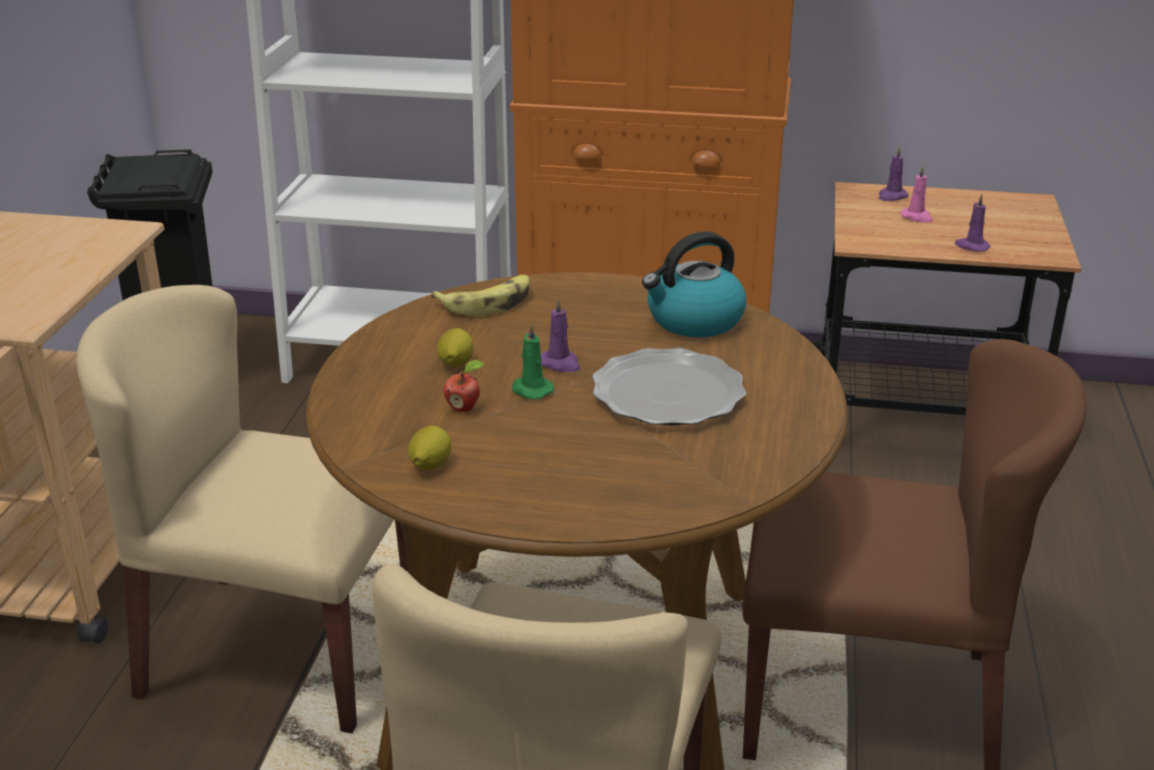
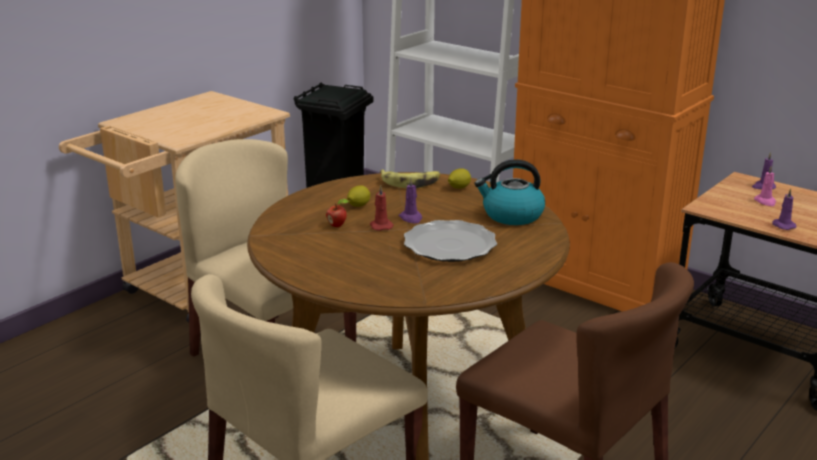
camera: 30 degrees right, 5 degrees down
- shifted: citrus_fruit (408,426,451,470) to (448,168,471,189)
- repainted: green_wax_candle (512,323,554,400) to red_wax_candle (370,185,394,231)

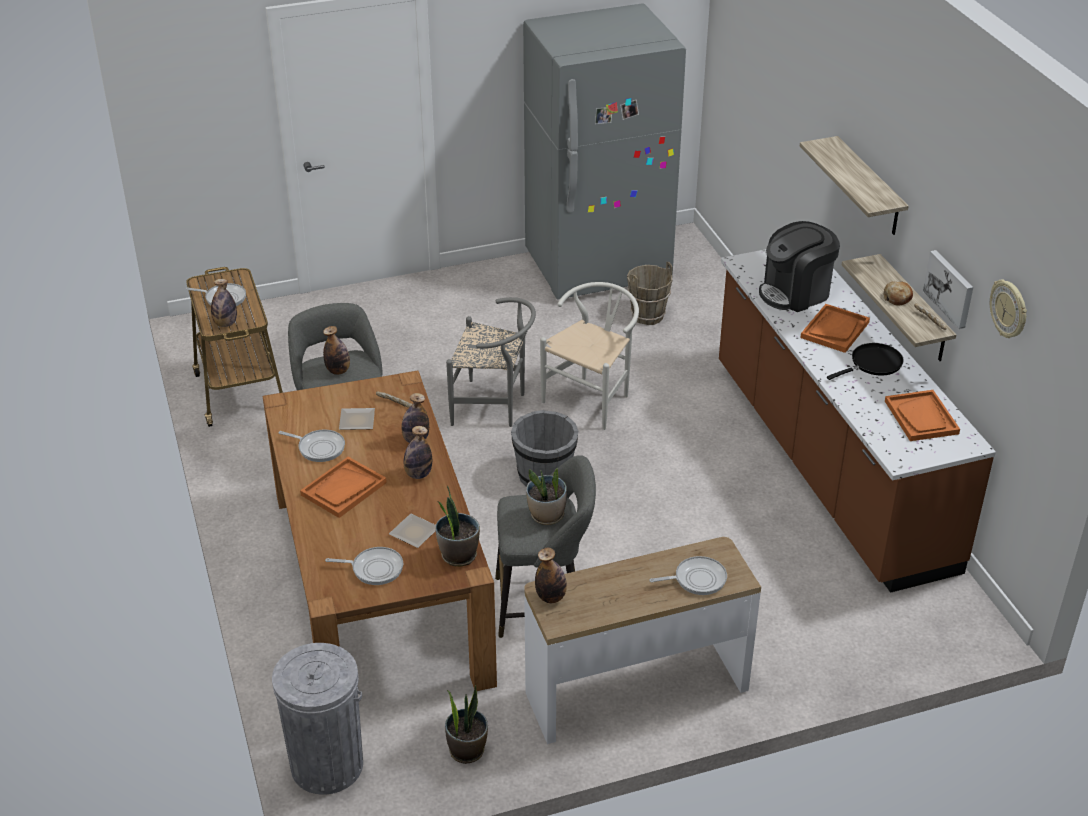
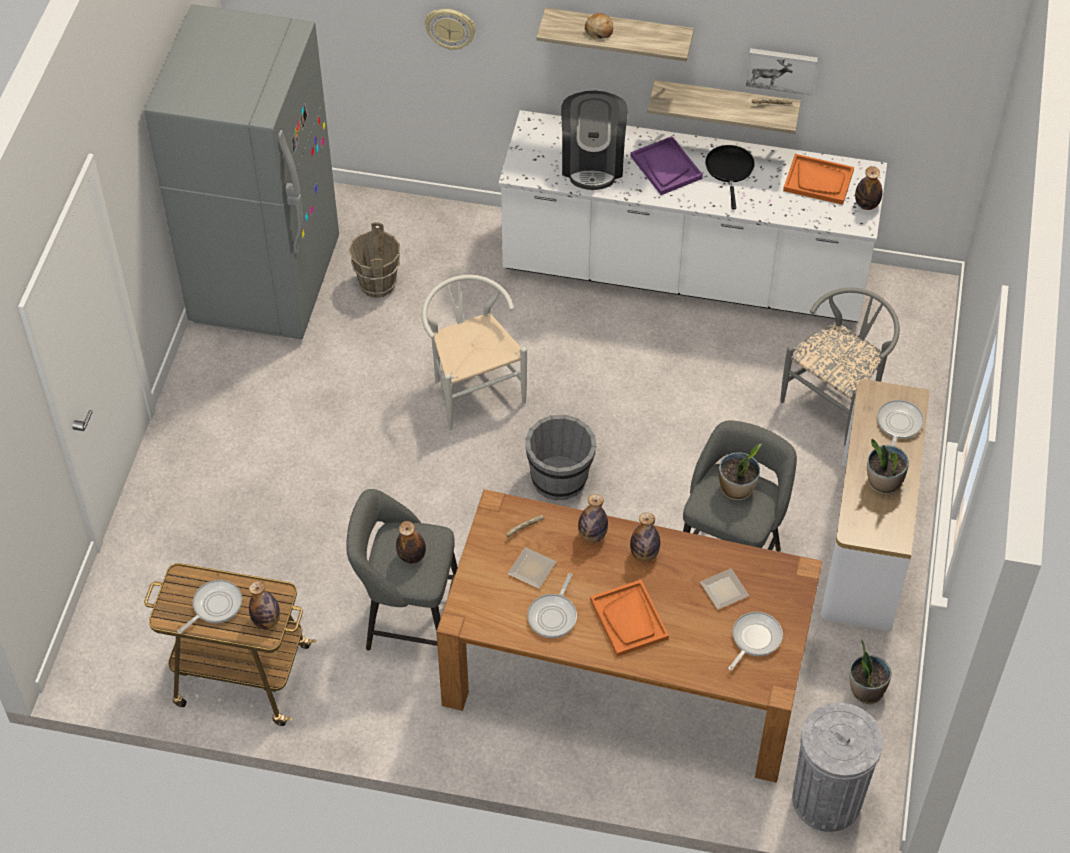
camera: 60 degrees left, 15 degrees up
- shifted: houseplant (435,486,480,566) to (867,439,909,494)
- shifted: grey_upright_chair (446,297,536,427) to (780,288,900,446)
- shifted: bottle (535,548,567,603) to (855,166,882,210)
- shifted: bread (883,281,913,306) to (585,13,613,39)
- shifted: clock_on_the_wall (990,280,1027,338) to (425,9,475,50)
- repainted: brownish_kitchen_base_unit (719,249,996,593) to white-coloured_kitchen_base_unit (499,110,887,322)
- repainted: orangey_serving_tray (800,304,870,353) to purplish_serving_tray (631,136,703,195)
- rotated: skillet (278,429,345,462) = (527,573,577,638) 150 degrees clockwise

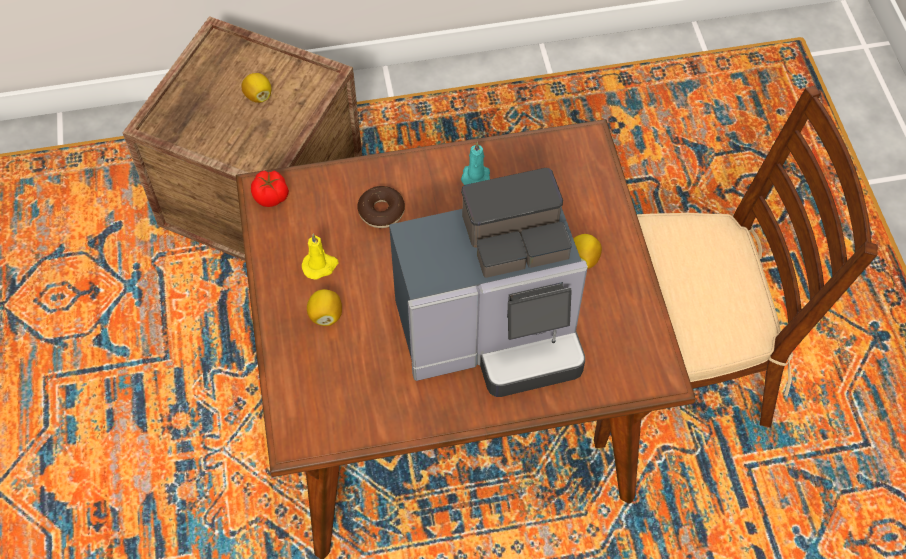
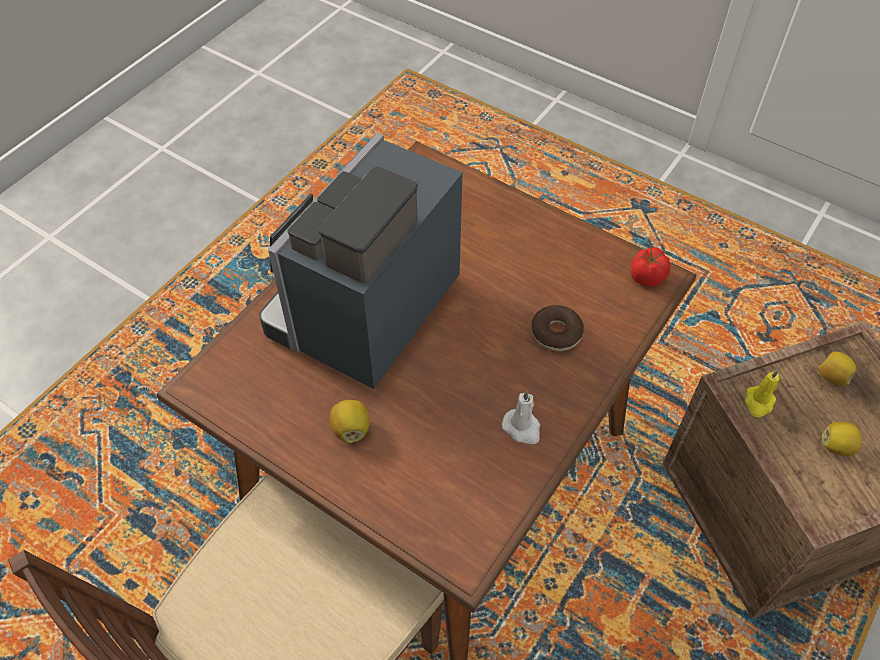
camera: 135 degrees right, 5 degrees down
- shifted: yellow_wax_candle (302,234,338,280) to (745,369,779,417)
- shifted: citrus_fruit (307,289,342,326) to (819,351,857,386)
- repainted: turquoise-coloured_wax_candle (461,142,490,185) to white-coloured_wax_candle (502,390,540,444)

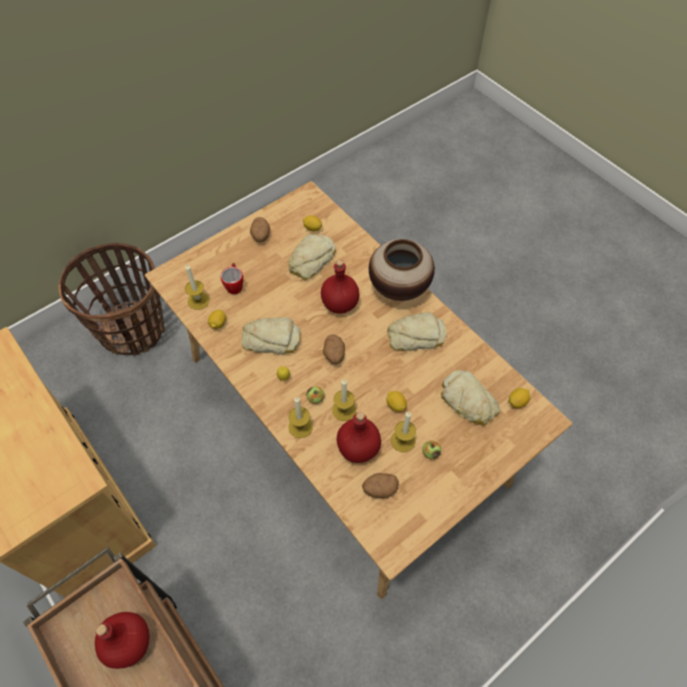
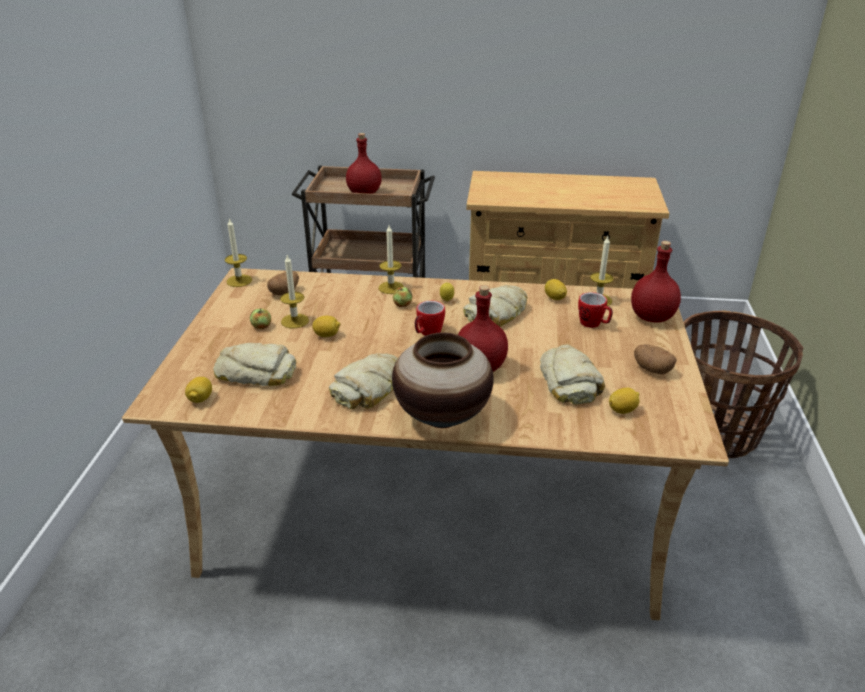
camera: 135 degrees right, 25 degrees down
- shifted: wax_candle (332,379,356,421) to (225,218,252,287)
- shifted: red_bottle (337,412,381,463) to (631,241,681,323)
- swapped: whole_potato (323,334,345,365) to mug (415,301,445,336)

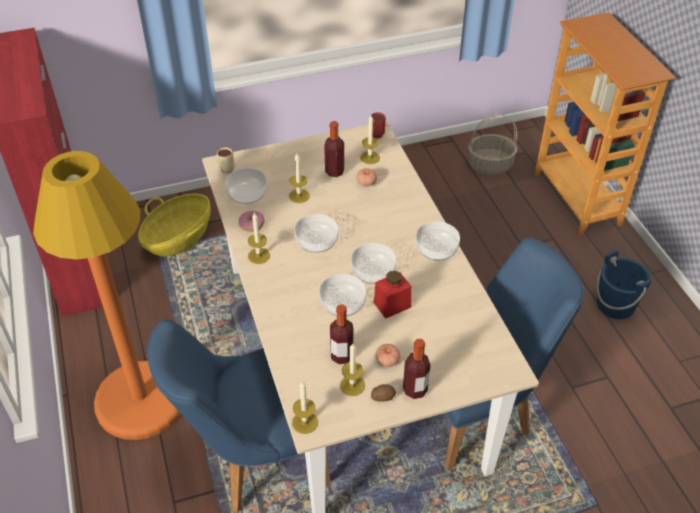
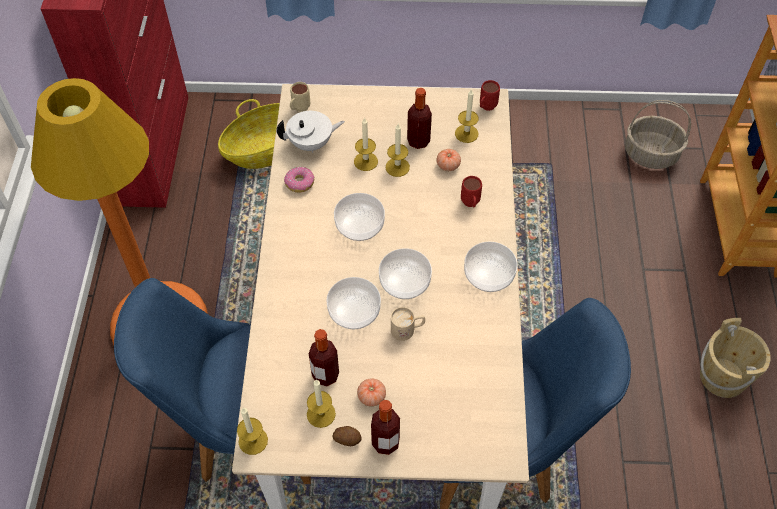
camera: 20 degrees right, 10 degrees up
- new: red_mug (461,176,482,207)
- shifted: wax_candle (248,213,270,264) to (385,124,410,177)
- swapped: deep_dish (225,168,267,204) to white-coloured_teapot (277,111,345,153)
- swapped: red_jar (374,271,412,319) to beige_mug (391,307,425,341)
- repainted: blue-coloured_pail (596,250,652,319) to beige_pail (700,318,771,398)

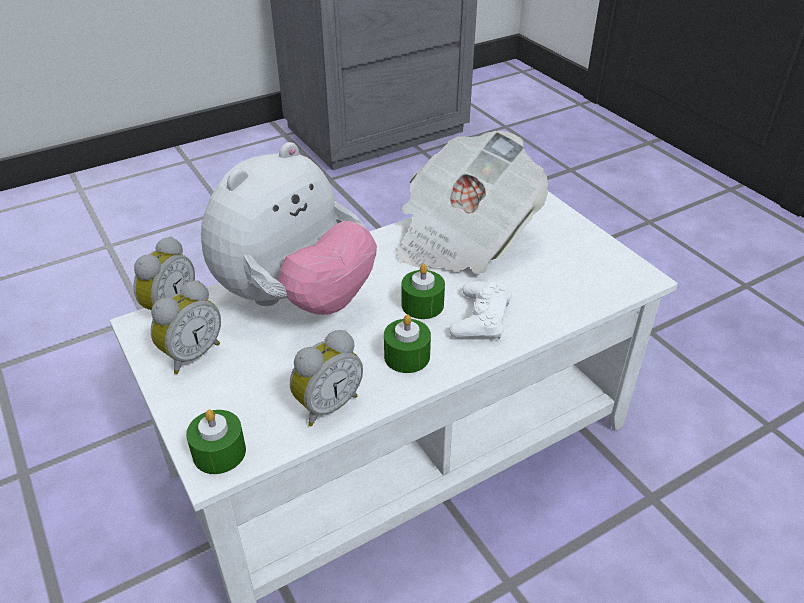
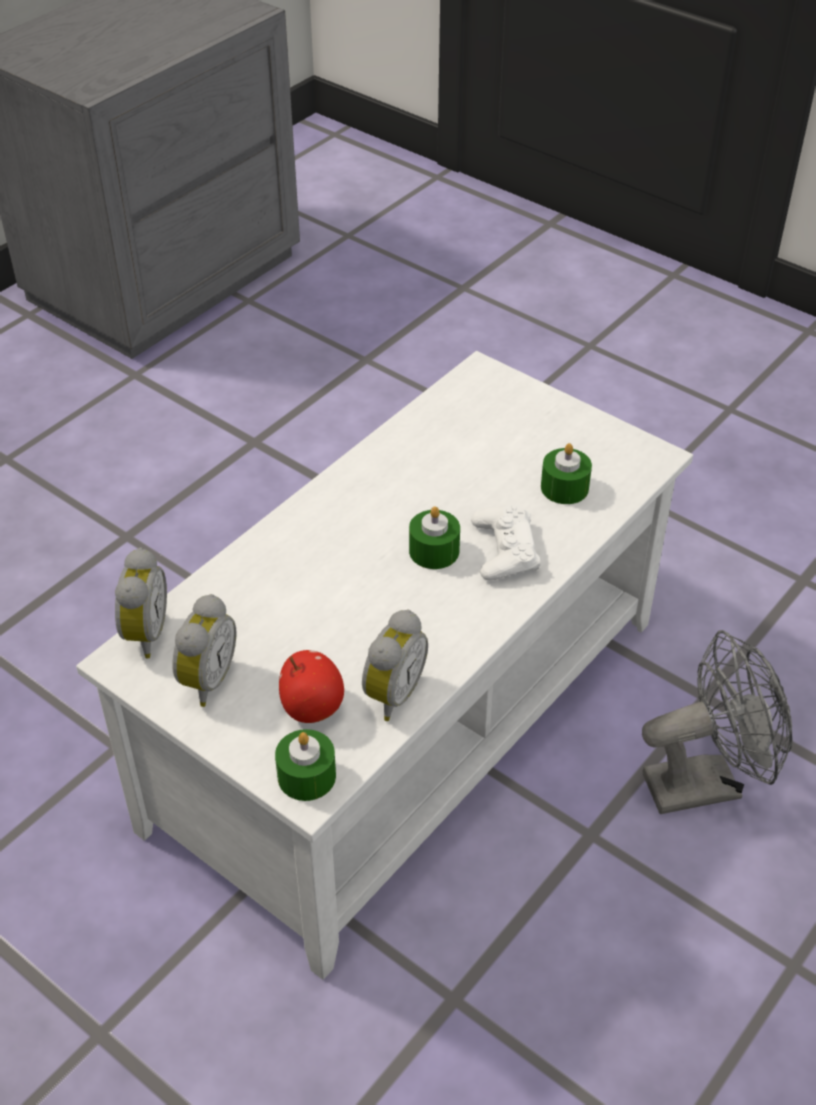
camera: 20 degrees left, 5 degrees up
- gone: cuddly_toy (201,142,377,315)
- gone: newspaper (397,131,548,274)
- new: whole_apple (279,650,344,723)
- new: grey_cooling_fan (642,630,793,814)
- shifted: green_wax_candle (384,314,431,373) to (541,443,592,504)

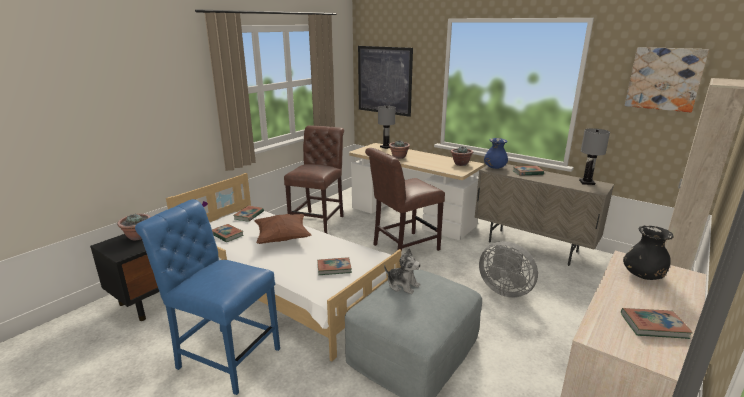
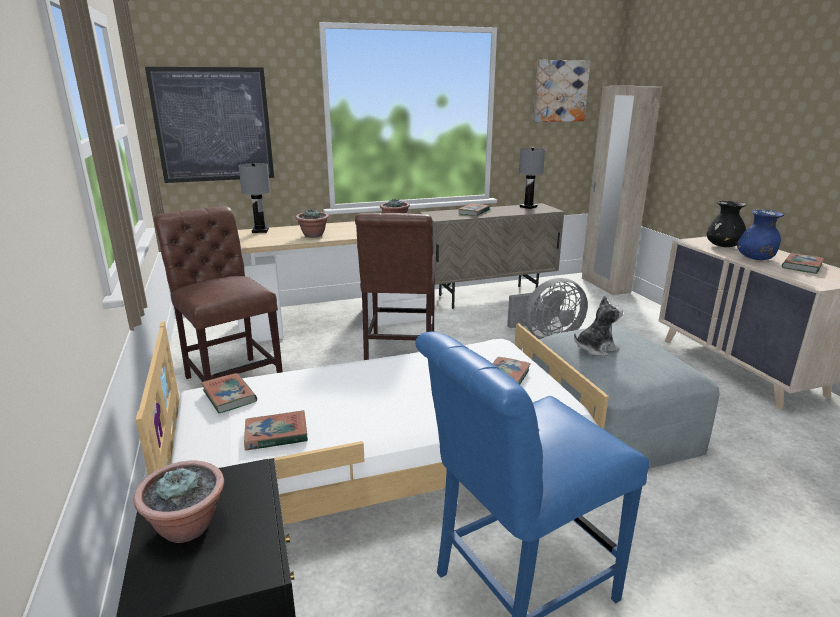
camera: 55 degrees left, 0 degrees up
- gone: brownish_throw_pillow (254,214,311,244)
- shifted: blue-coloured_flower_vase (484,138,508,169) to (737,210,784,260)

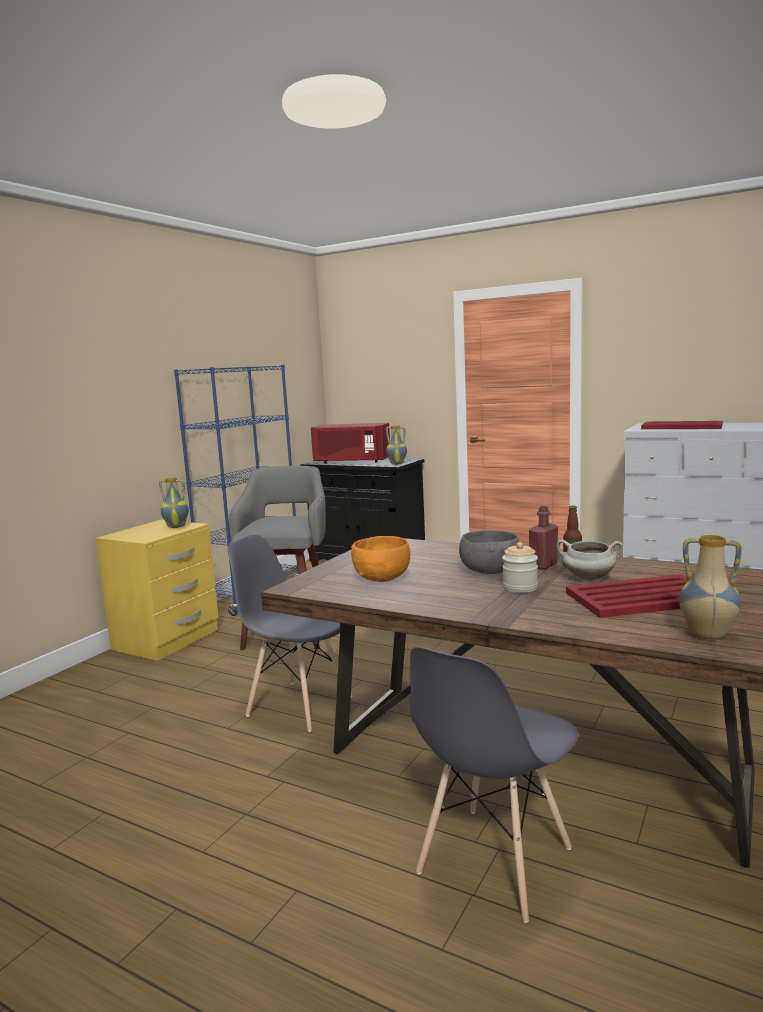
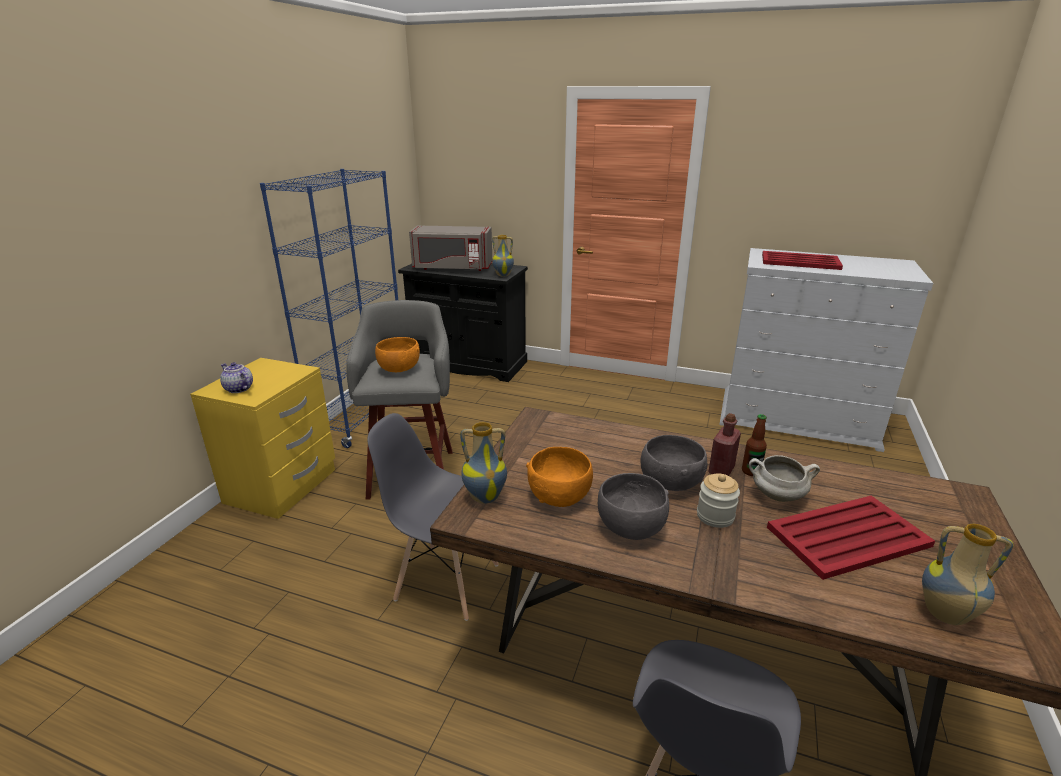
camera: 10 degrees left, 15 degrees up
- new: teapot (220,362,253,393)
- new: orangey_deep_dish (375,337,420,372)
- new: grey_deep_dish (598,473,669,540)
- shifted: flower_vase (159,478,189,528) to (460,422,507,504)
- repainted: red_microwave (311,423,390,463) to grey_microwave (409,226,492,271)

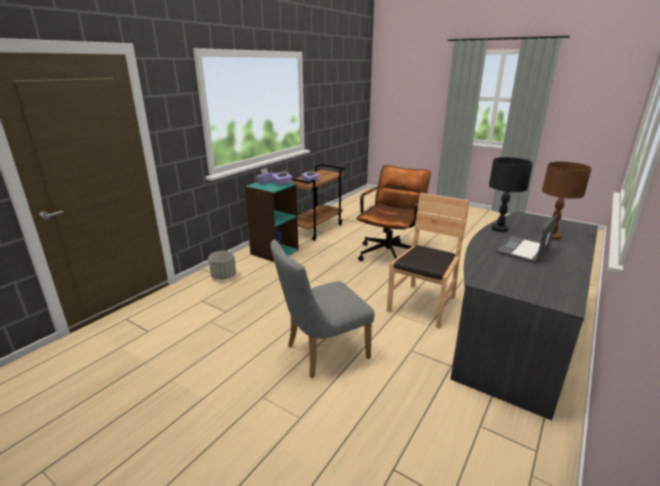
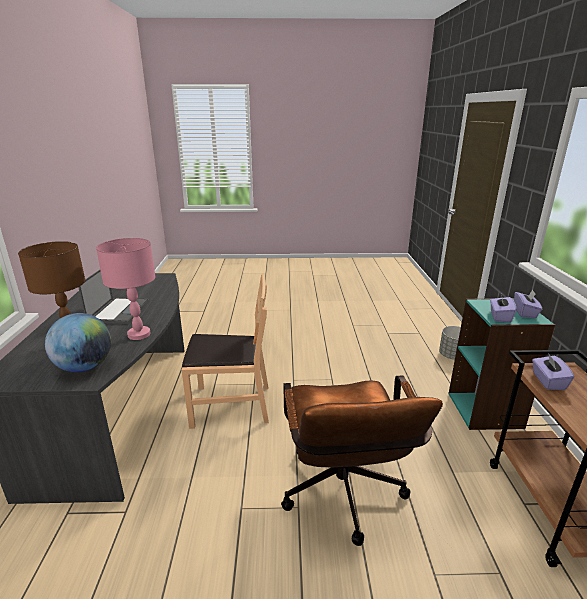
camera: 145 degrees right, 0 degrees up
- gone: grey_upright_chair (270,240,375,378)
- new: desk_globe (45,313,111,372)
- repainted: blackish_table_lamp (489,157,533,232) to pink_table_lamp (96,238,156,340)
- rotated: brownish_upright_chair (387,193,469,329) = (182,274,269,429) 90 degrees counterclockwise

